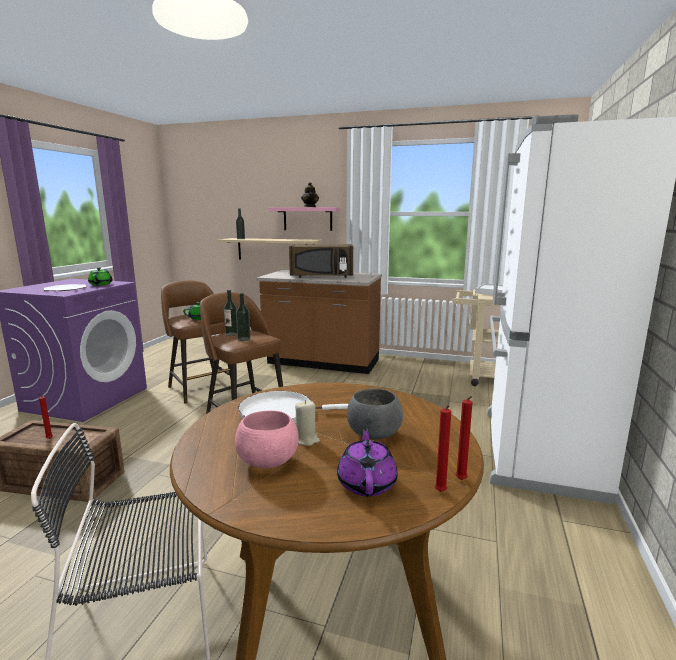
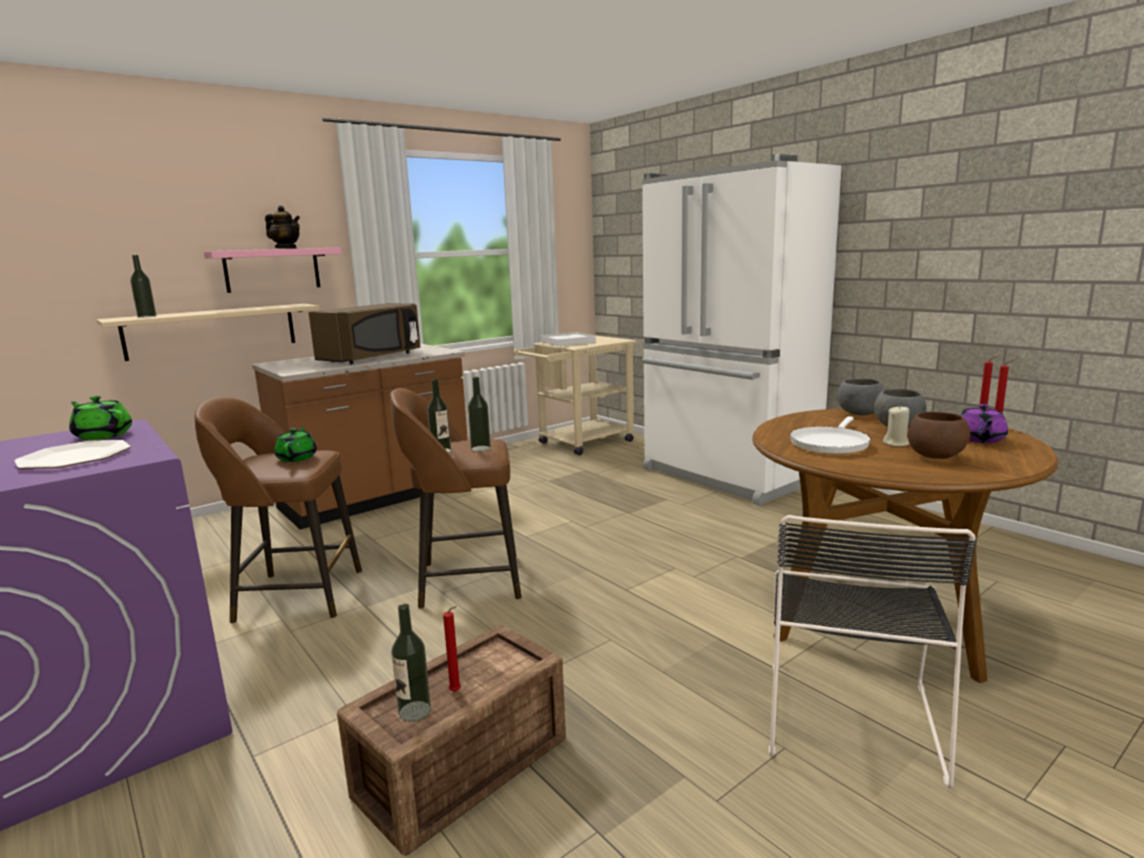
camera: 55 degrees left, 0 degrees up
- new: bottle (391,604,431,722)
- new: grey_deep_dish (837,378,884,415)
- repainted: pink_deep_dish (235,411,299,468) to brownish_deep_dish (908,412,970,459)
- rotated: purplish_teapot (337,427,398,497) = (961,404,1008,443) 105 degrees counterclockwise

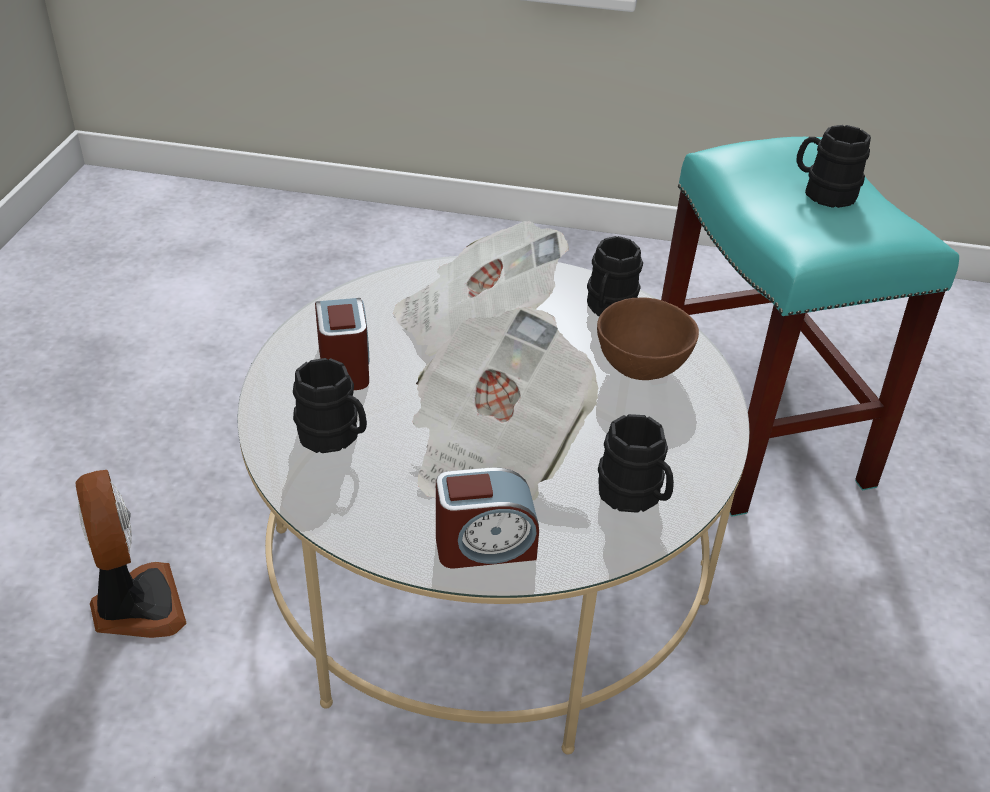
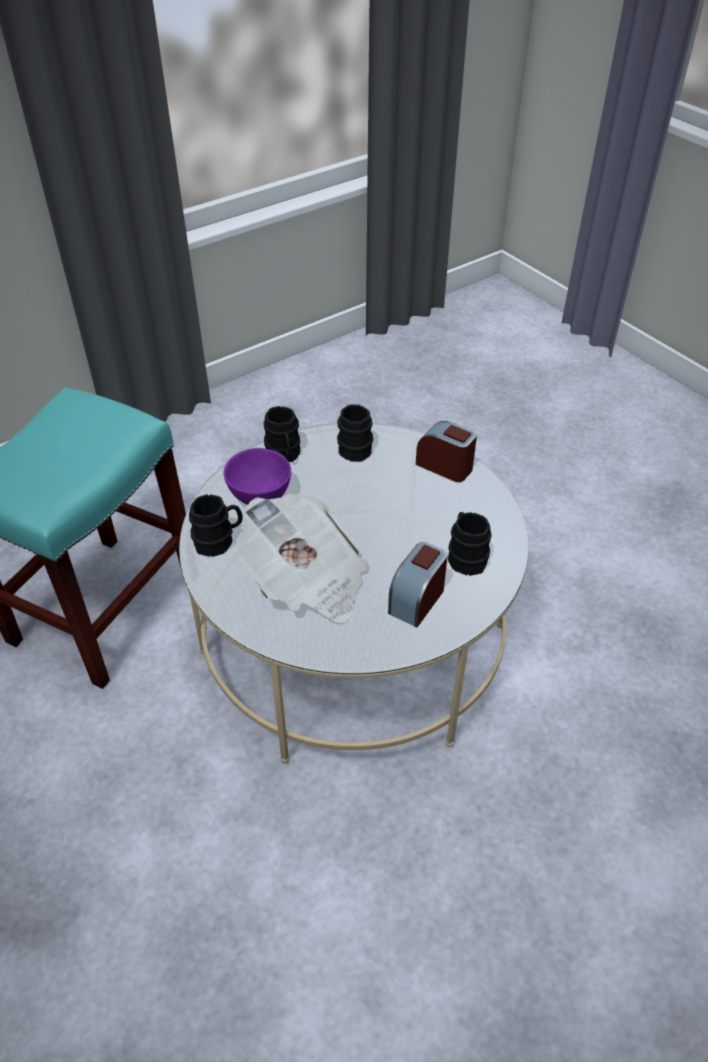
camera: 135 degrees left, 5 degrees up
- gone: cooling_fan (75,470,187,638)
- gone: newspaper (412,307,598,500)
- shifted: blackish_mug (796,125,871,208) to (264,406,300,462)
- repainted: brownish_deep_dish (597,297,699,380) to purplish_deep_dish (223,448,291,505)

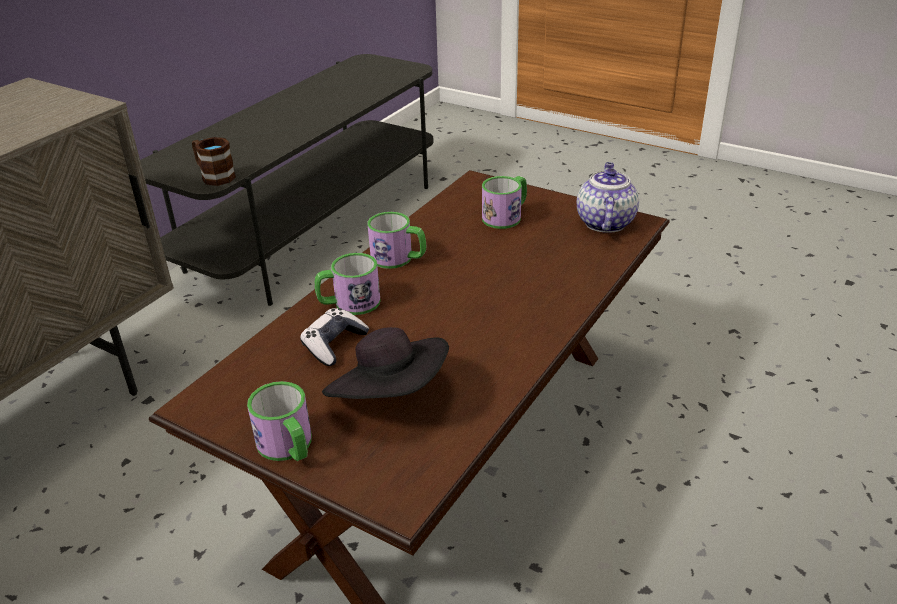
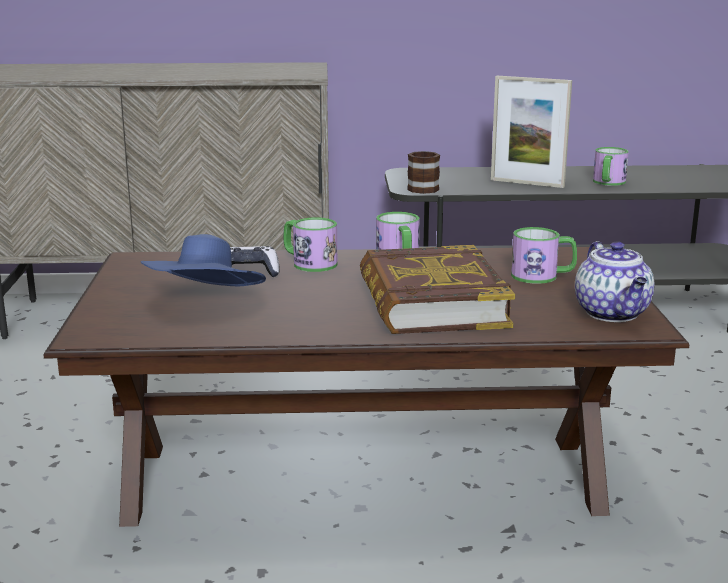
camera: 55 degrees right, 15 degrees down
- new: book (360,245,515,334)
- new: standing_frame (491,76,572,188)
- shifted: mug (247,381,312,461) to (593,147,629,186)
- repainted: blackish_wearable_hat (322,327,449,399) to blue-coloured_wearable_hat (141,234,266,286)
- rotated: teapot (577,162,639,233) = (575,241,654,322) 105 degrees clockwise

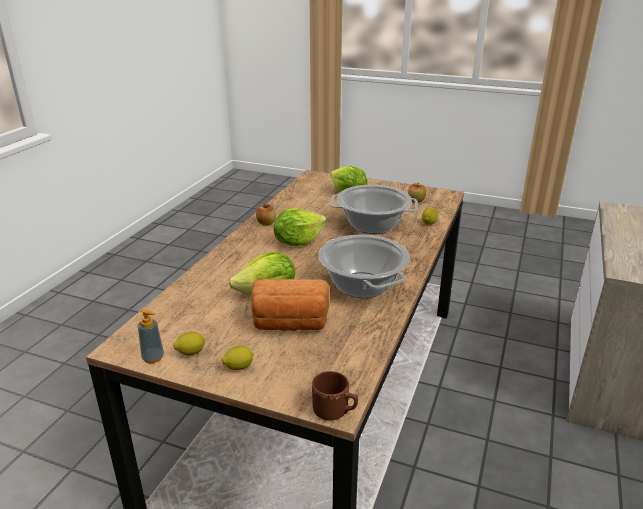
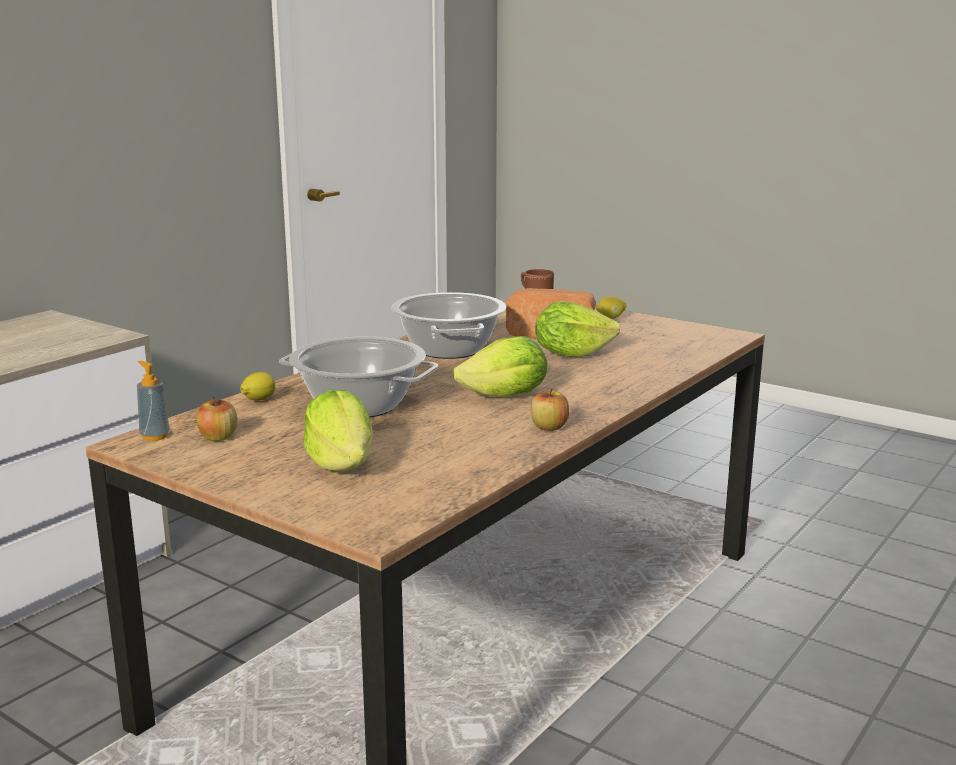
camera: 165 degrees left, 10 degrees down
- gone: citrus_fruit (173,332,206,355)
- shifted: soap_bottle (138,309,164,364) to (137,361,170,441)

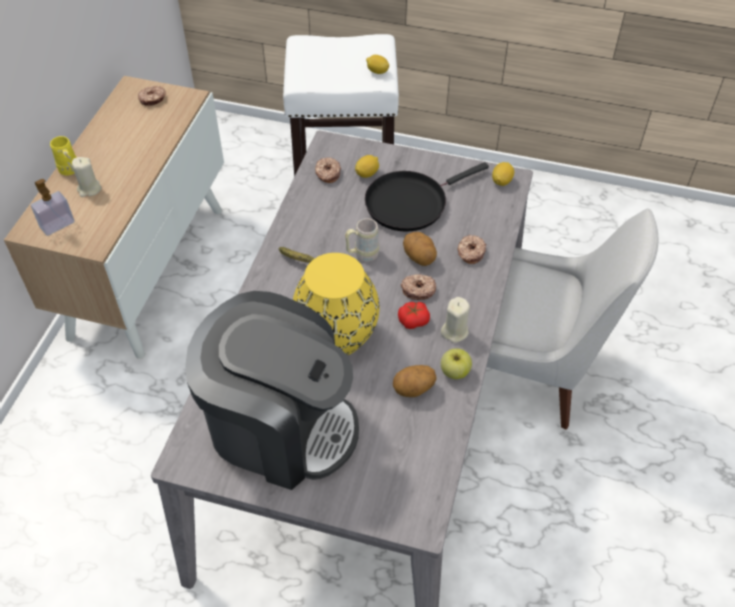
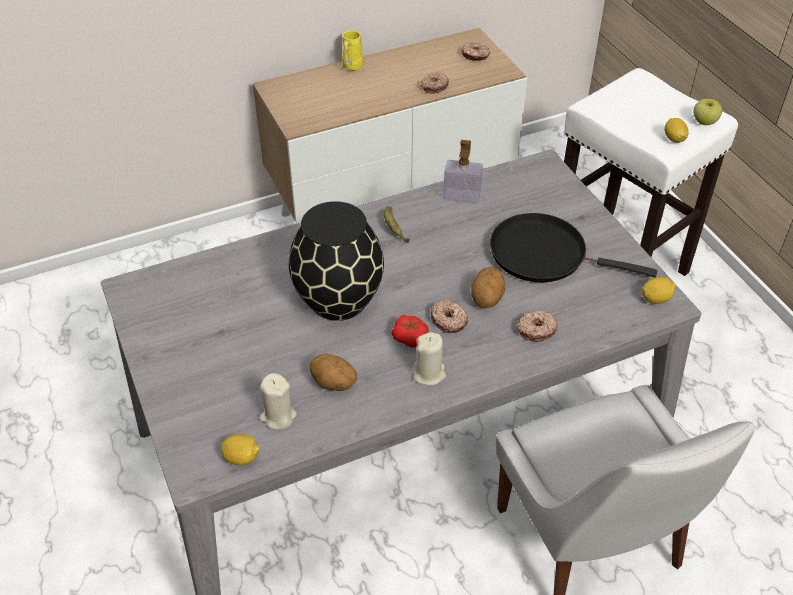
camera: 50 degrees right, 5 degrees down
- gone: coffee_brewer (185,291,359,490)
- gone: beige_mug (345,218,379,261)
- shifted: soap_bottle (31,178,75,236) to (443,140,483,203)
- shifted: beige_wax_candle (72,157,102,197) to (259,373,297,430)
- shifted: ring_doughnut (315,157,341,183) to (421,72,449,94)
- shifted: citrus_fruit (355,155,379,178) to (221,434,260,466)
- shifted: whole_apple (441,349,472,379) to (693,99,722,125)
- repainted: yellow_flower_vase (293,253,380,355) to blackish_flower_vase (289,201,384,321)

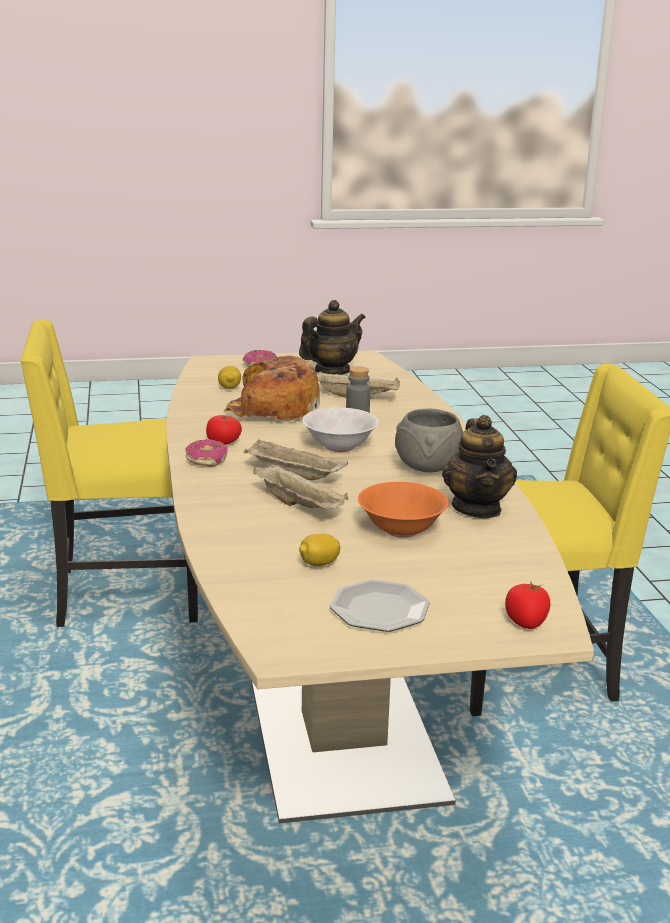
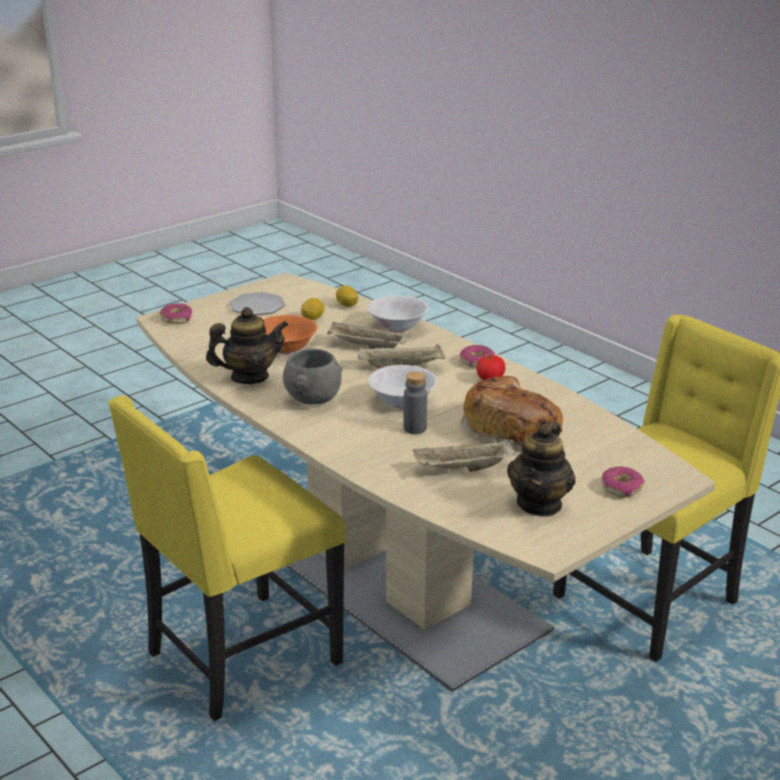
camera: 150 degrees right, 5 degrees up
- new: white-coloured_deep_dish (367,295,428,333)
- shifted: citrus_fruit (218,366,241,389) to (336,286,358,307)
- swapped: whole_tomato (505,581,550,629) to ring_doughnut (160,303,192,324)
- rotated: teapot (442,415,517,518) = (206,307,288,384) 105 degrees clockwise

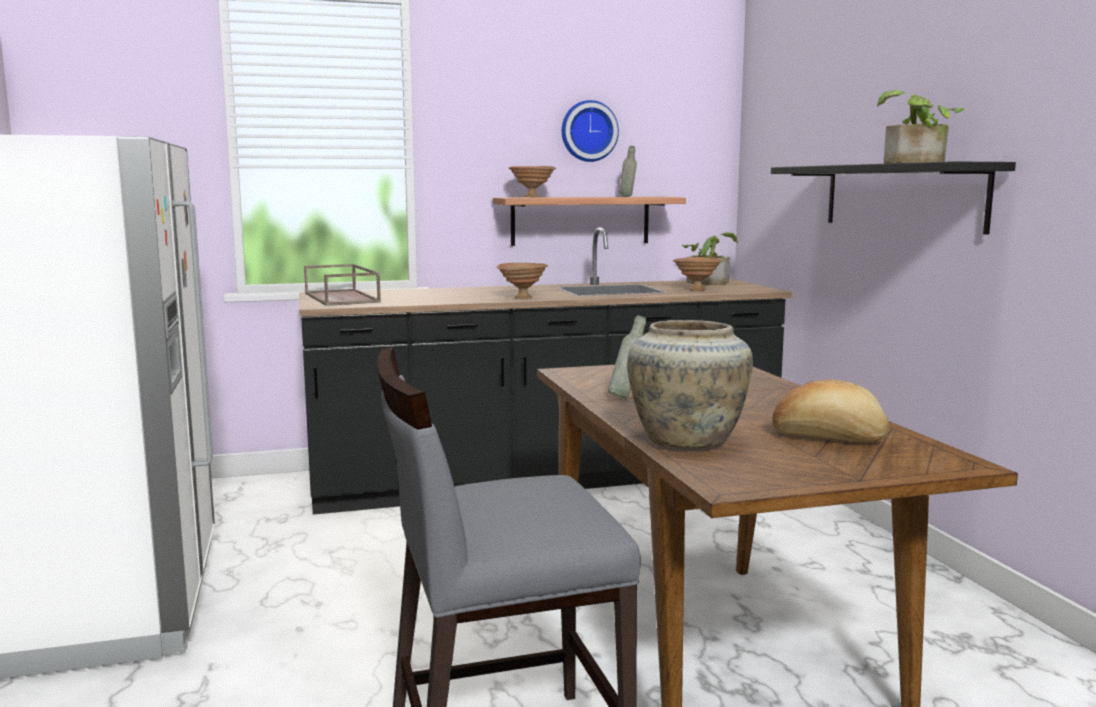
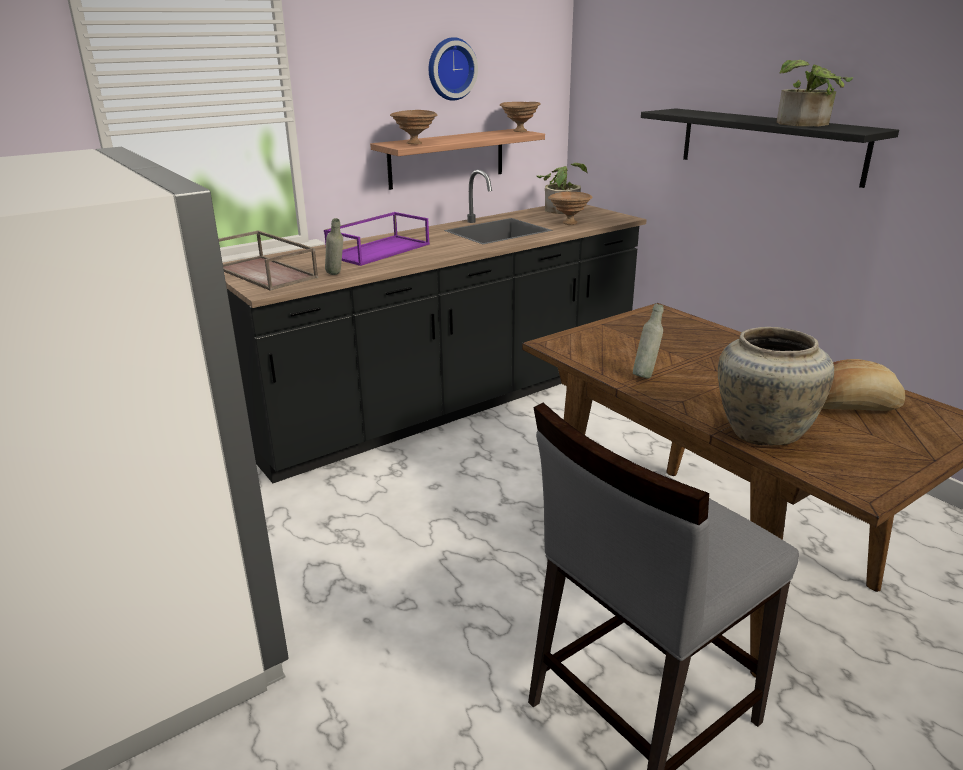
camera: 20 degrees left, 15 degrees up
- new: purplish_serving_tray (324,212,430,266)
- shifted: brownish_deep_dish (497,263,548,299) to (500,102,541,132)
- shifted: grey_bottle (619,146,637,197) to (325,218,343,275)

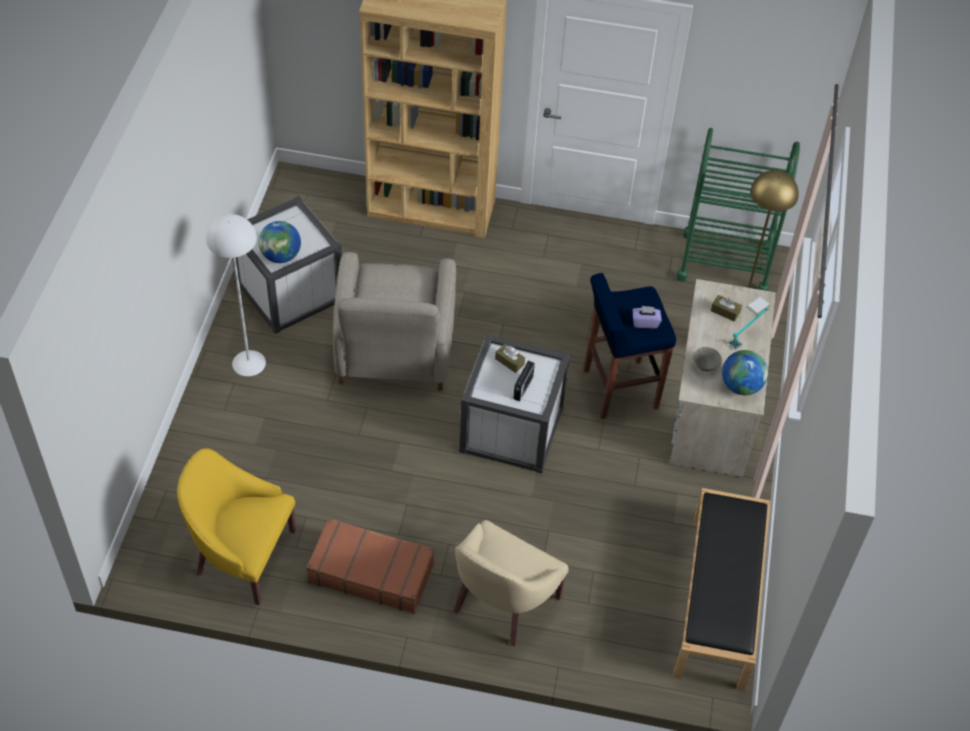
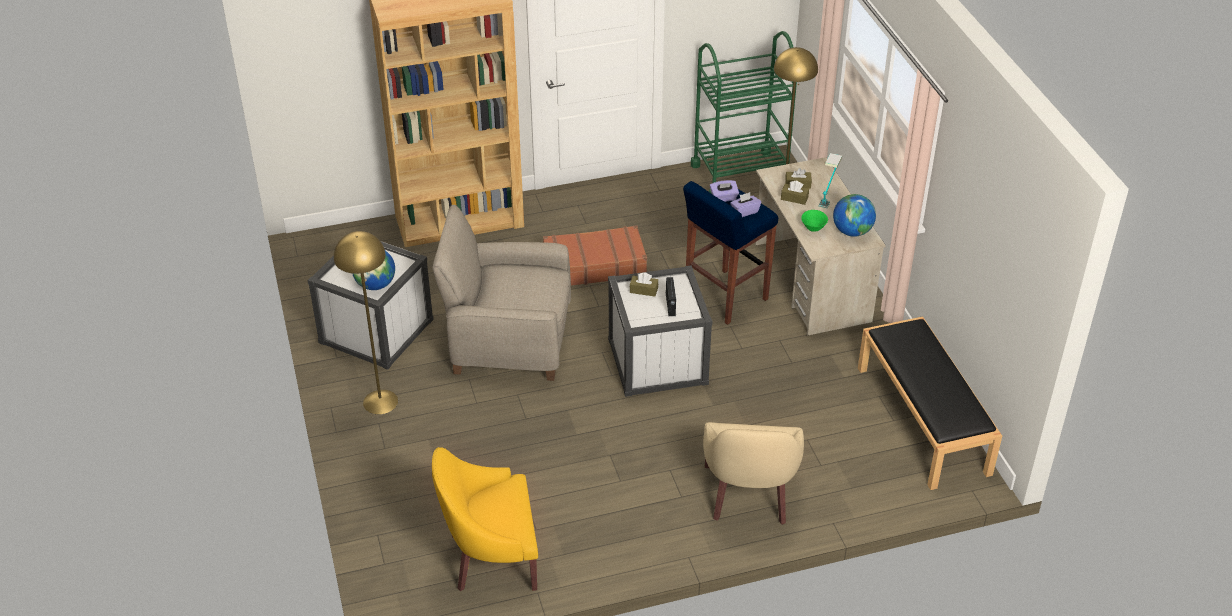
camera: 25 degrees left, 10 degrees down
- new: purplish_box_of_tissues (710,180,739,202)
- new: brownish_box_of_tissues (781,181,809,205)
- shifted: brownish_travel_case (306,518,434,614) to (543,225,647,286)
- repainted: white-coloured_standing_lamp (206,214,266,376) to yellow_standing_lamp (334,231,398,414)
- repainted: grey_deep_dish (693,347,722,372) to green_deep_dish (801,210,828,232)
- rotated: beige_lounge_chair (333,252,456,391) = (433,205,571,381) 120 degrees clockwise

